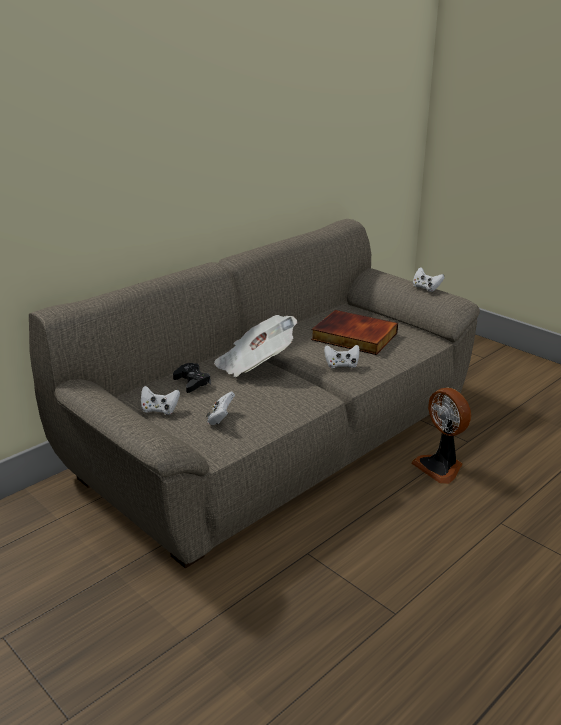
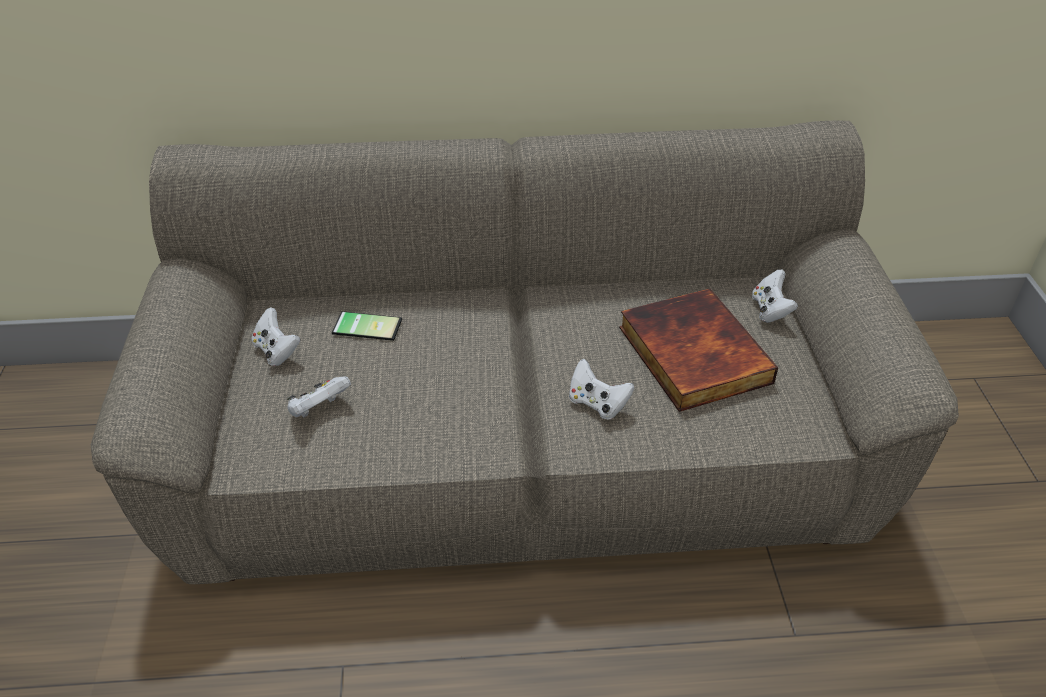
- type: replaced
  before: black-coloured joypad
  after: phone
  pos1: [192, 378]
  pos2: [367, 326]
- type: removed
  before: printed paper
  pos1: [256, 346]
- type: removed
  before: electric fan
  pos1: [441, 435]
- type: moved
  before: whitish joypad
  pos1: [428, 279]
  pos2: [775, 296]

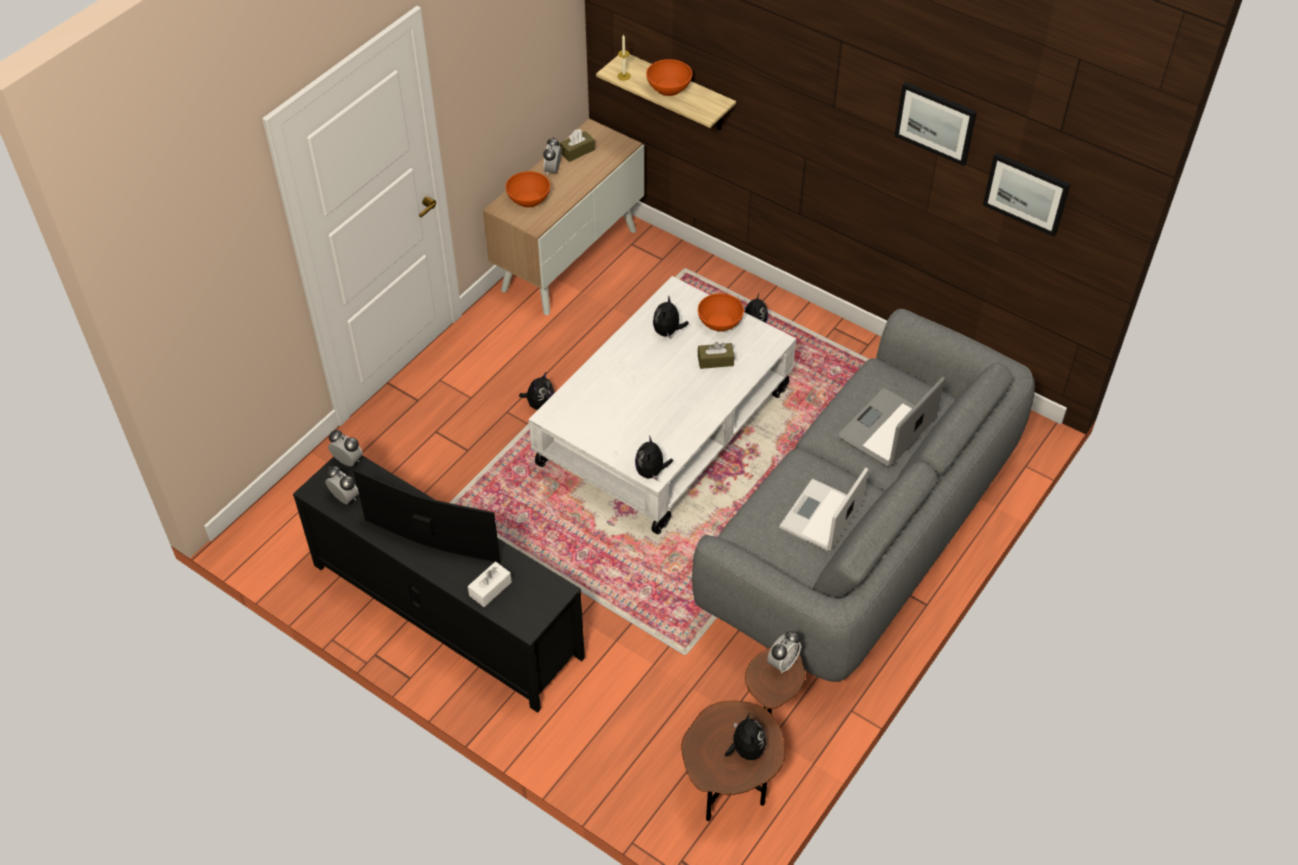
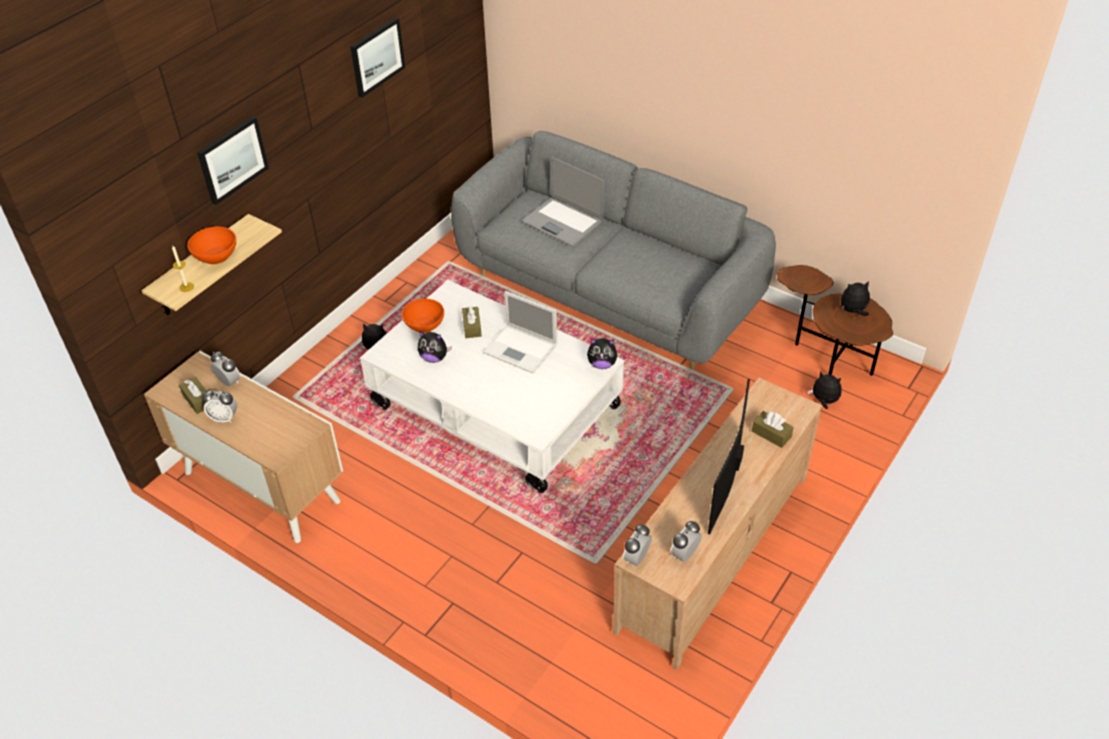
- type: recoloured
  before: black-coloured tv unit
  after: sand-coloured tv unit
  pos1: [439, 584]
  pos2: [717, 524]
- type: recoloured
  before: whitish box of tissues
  after: brown-coloured box of tissues
  pos1: [490, 584]
  pos2: [773, 429]
- type: removed
  before: orangey serving bowl
  pos1: [527, 189]
- type: moved
  before: cuddly toy
  pos1: [536, 391]
  pos2: [824, 390]
- type: moved
  before: bedside clock
  pos1: [784, 652]
  pos2: [225, 369]
- type: moved
  before: laptop
  pos1: [824, 509]
  pos2: [520, 332]
- type: moved
  before: wall picture
  pos1: [1026, 194]
  pos2: [233, 160]

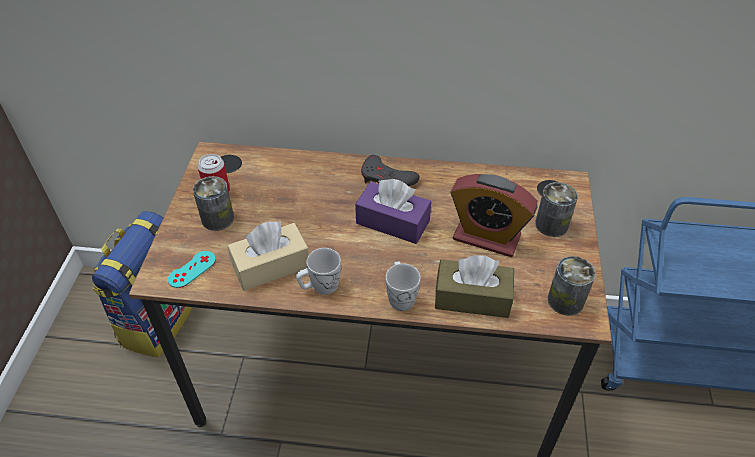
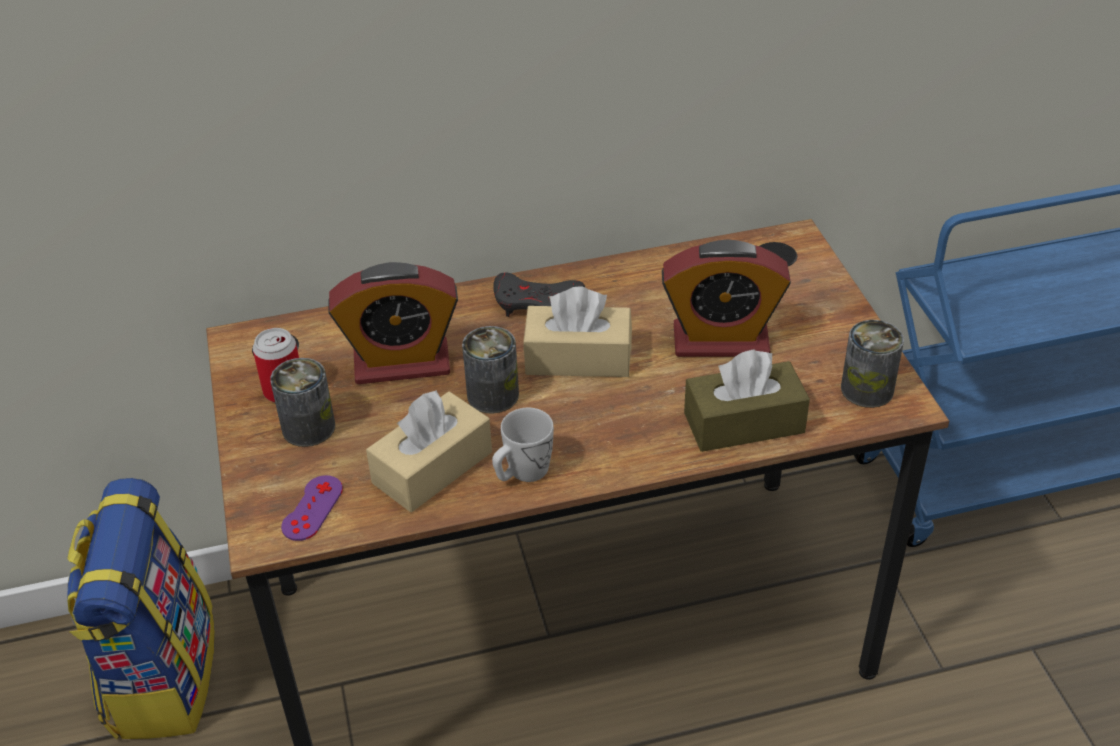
- type: recoloured
  before: turquoise joypad
  after: purplish joypad
  pos1: [192, 269]
  pos2: [312, 508]
- type: recoloured
  before: purplish box of tissues
  after: sand-coloured box of tissues
  pos1: [393, 211]
  pos2: [577, 331]
- type: removed
  before: whitish tea mug
  pos1: [403, 286]
- type: moved
  before: metal can
  pos1: [556, 209]
  pos2: [490, 370]
- type: added
  after: bedside clock
  pos2: [393, 323]

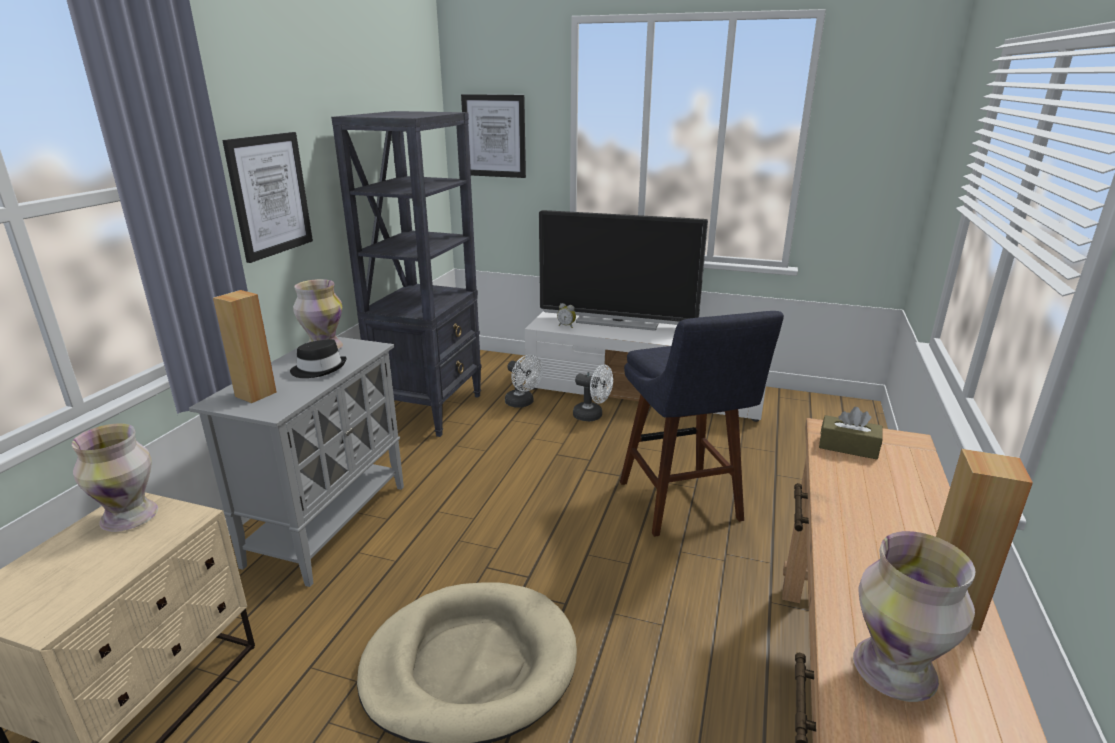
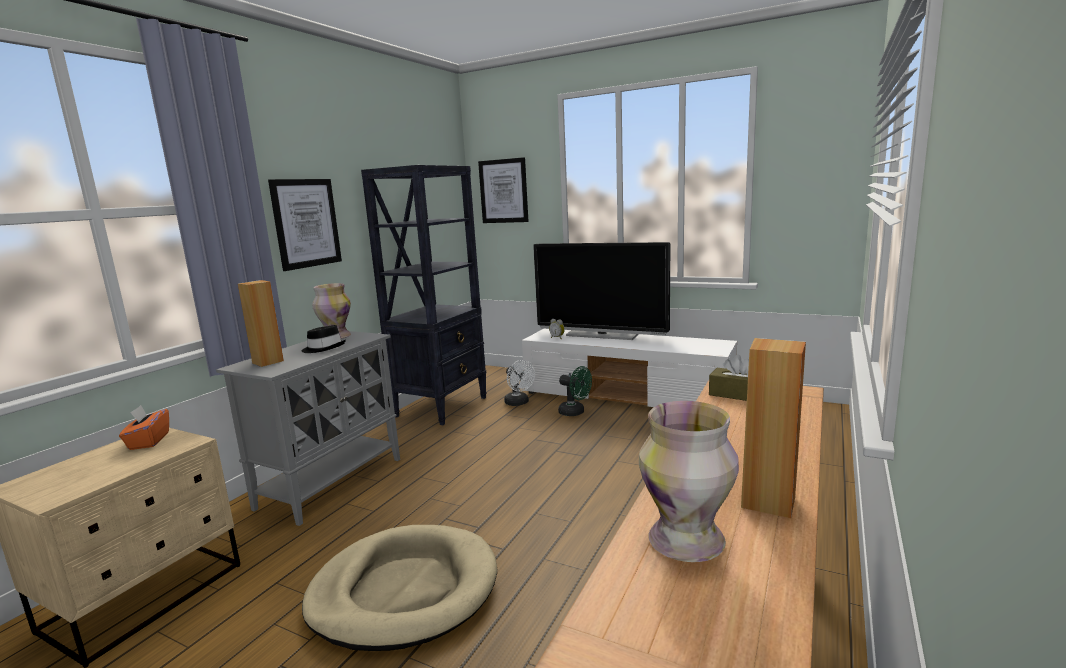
- type: replaced
  before: decorative vase
  after: orangey box of tissues
  pos1: [115, 477]
  pos2: [144, 427]
- type: recoloured
  before: whitish electric fan
  after: green-coloured electric fan
  pos1: [593, 392]
  pos2: [575, 391]
- type: removed
  before: bluish stool
  pos1: [702, 424]

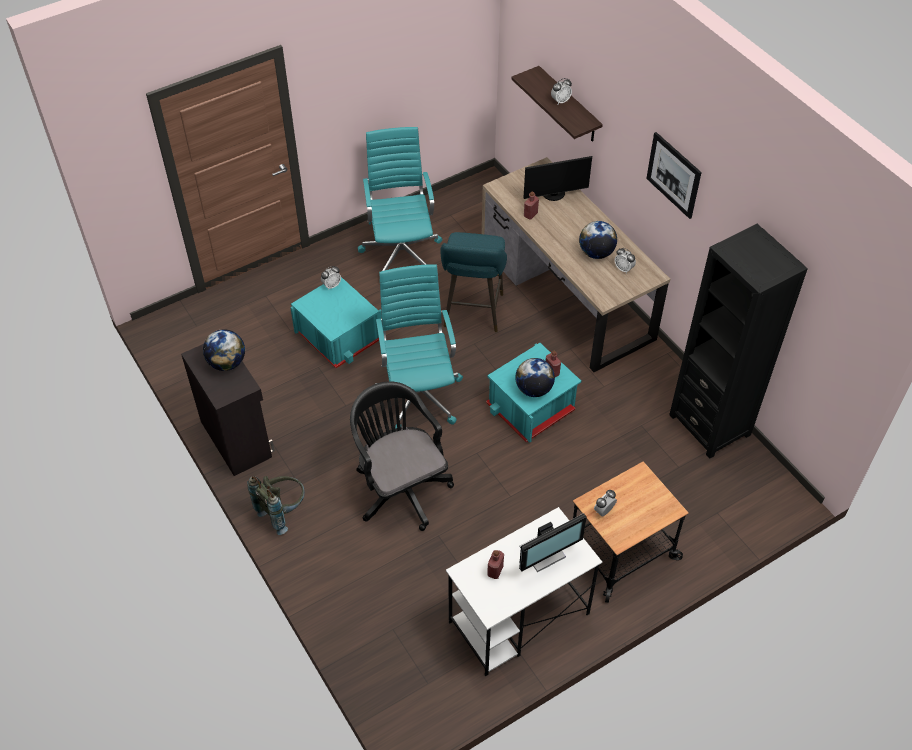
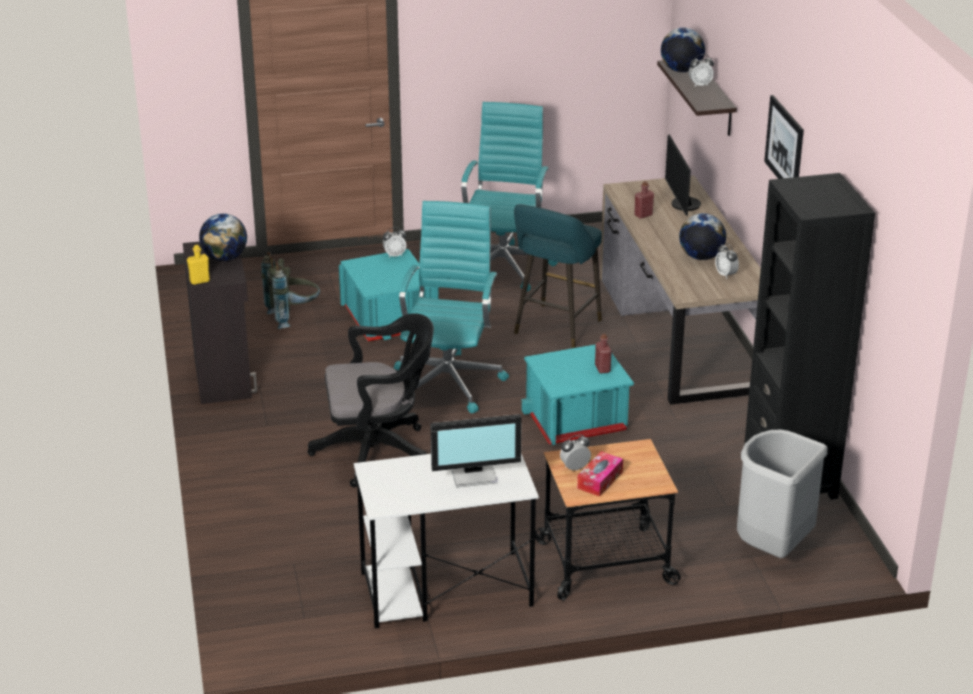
- type: moved
  before: greyish backpack
  pos1: [276, 505]
  pos2: [290, 290]
- type: turned
  before: black-coloured desk chair
  pos1: [402, 456]
  pos2: [370, 400]
  turn: 90
- type: removed
  before: reddish bottle
  pos1: [495, 564]
- type: moved
  before: world globe
  pos1: [535, 377]
  pos2: [683, 49]
- type: turned
  before: monitor
  pos1: [557, 178]
  pos2: [683, 175]
  turn: 75
- type: added
  after: yellow-coloured bottle
  pos2: [198, 265]
- type: added
  after: box of tissues
  pos2: [600, 474]
- type: added
  after: greyish waste bin
  pos2: [782, 493]

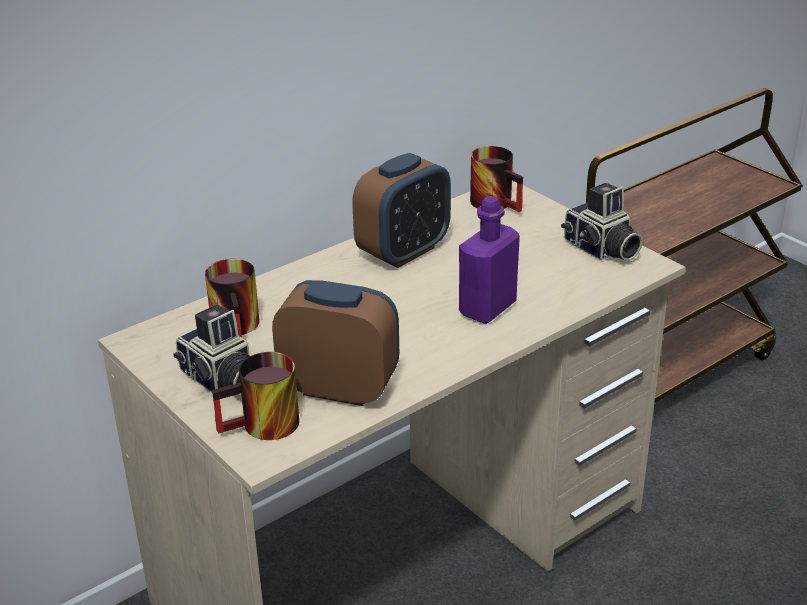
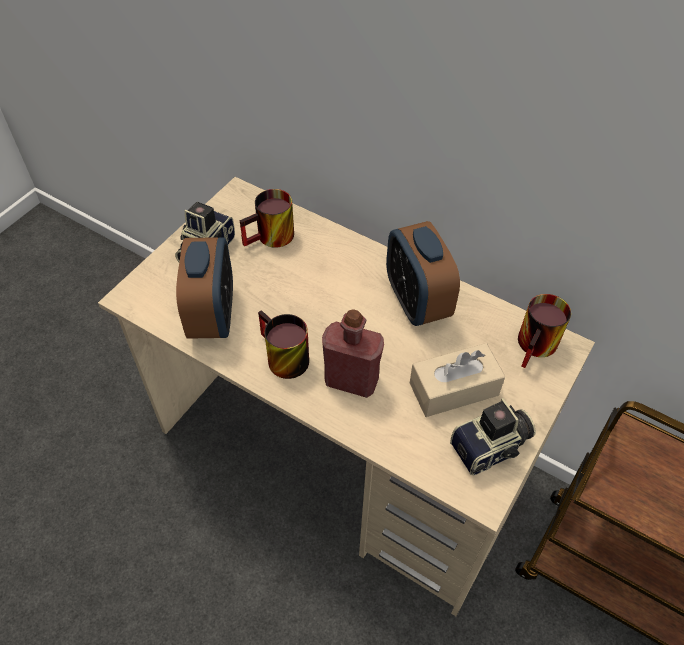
- type: moved
  before: tea mug
  pos1: [255, 396]
  pos2: [283, 344]
- type: turned
  before: bedside clock
  pos1: [401, 210]
  pos2: [423, 273]
  turn: 45
- type: recoloured
  before: purplish bottle
  after: reddish bottle
  pos1: [489, 260]
  pos2: [353, 353]
- type: turned
  before: photo camera
  pos1: [602, 222]
  pos2: [493, 437]
  turn: -150
- type: added
  after: sand-coloured box of tissues
  pos2: [457, 380]

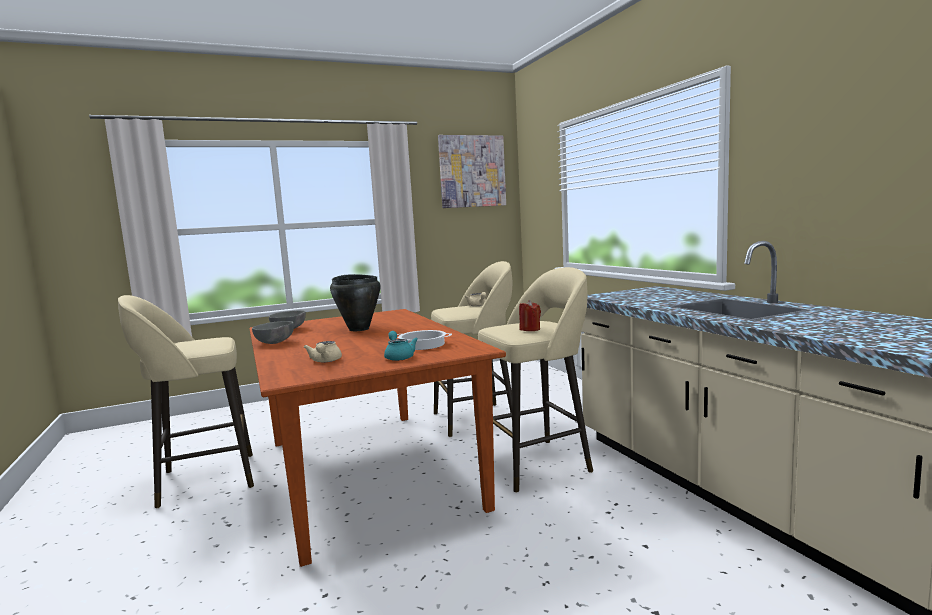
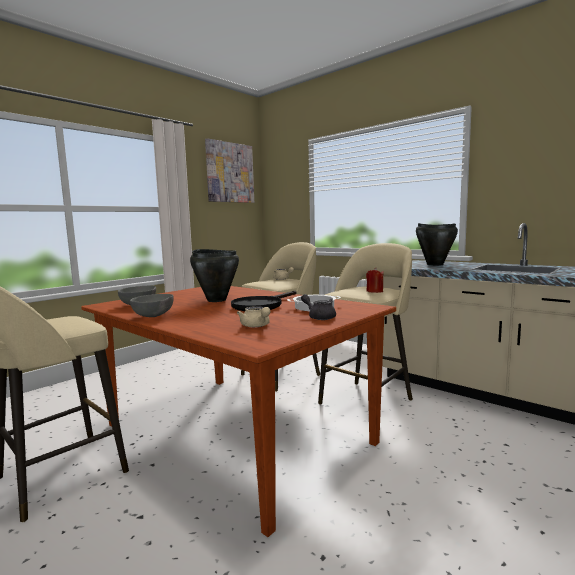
- type: recoloured
  before: turquoise pot for tea
  after: greyish pot for tea
  pos1: [401, 346]
  pos2: [318, 307]
- type: added
  after: black-coloured skillet
  pos2: [264, 301]
- type: added
  after: black-coloured stockpot
  pos2: [437, 244]

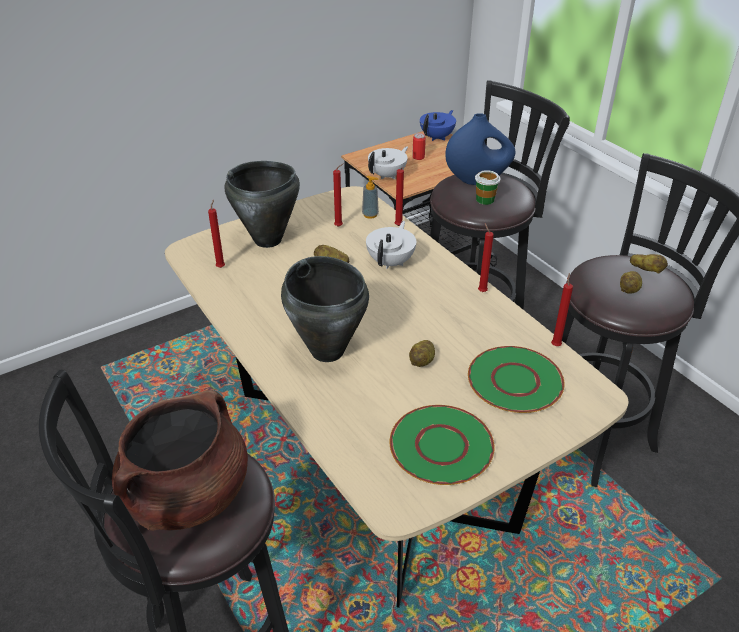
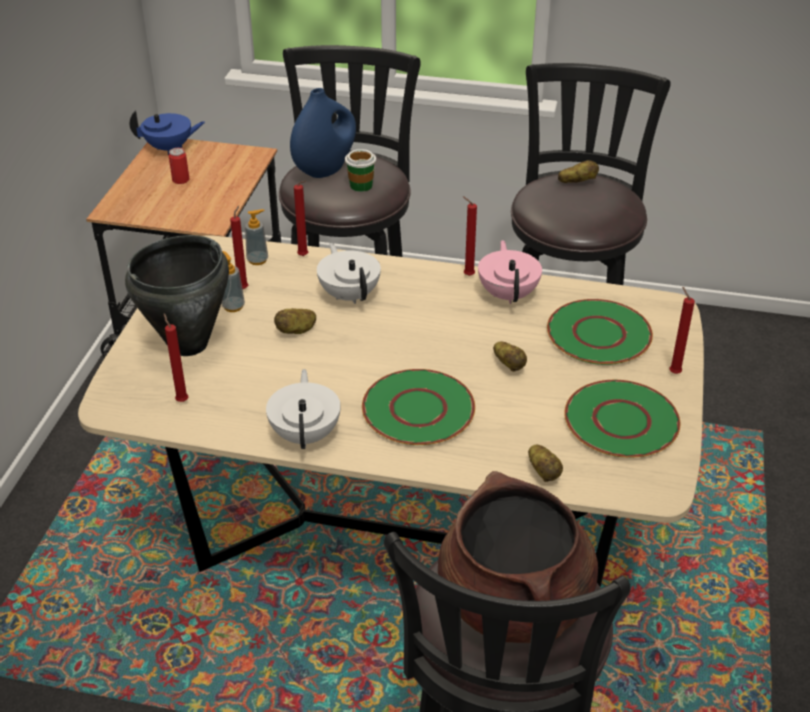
- type: replaced
  before: black-coloured stockpot
  after: green-coloured plate
  pos1: [325, 309]
  pos2: [418, 407]
- type: moved
  before: whitish pot for tea
  pos1: [388, 163]
  pos2: [303, 409]
- type: turned
  before: bluish pot for tea
  pos1: [438, 125]
  pos2: [167, 133]
  turn: 90
- type: moved
  before: reddish wax light
  pos1: [562, 309]
  pos2: [682, 330]
- type: moved
  before: whole potato
  pos1: [631, 282]
  pos2: [545, 463]
- type: added
  after: soap bottle
  pos2: [233, 281]
- type: added
  after: pinkish pot for tea
  pos2: [510, 272]

